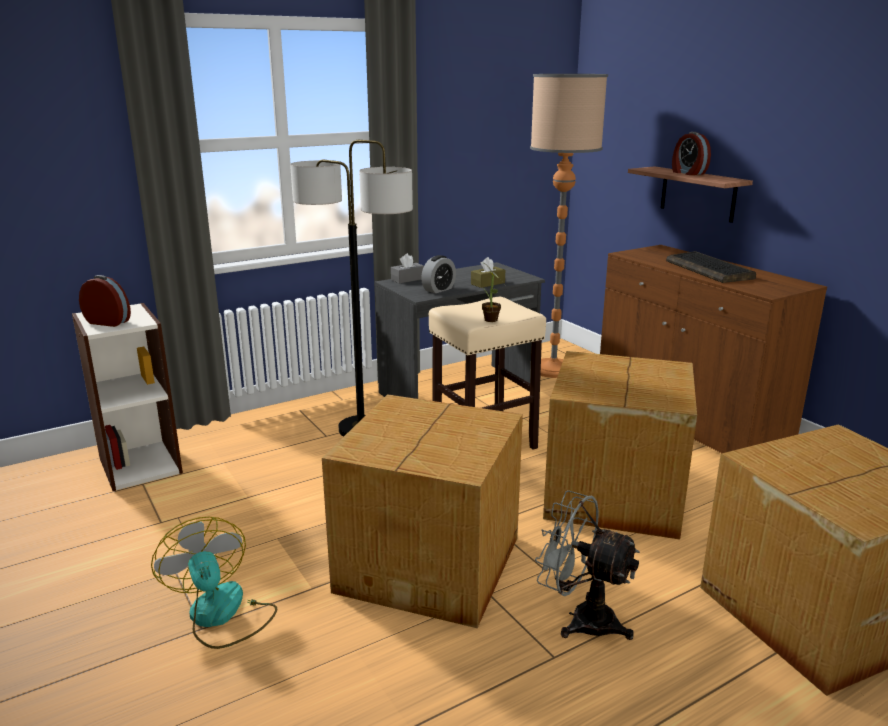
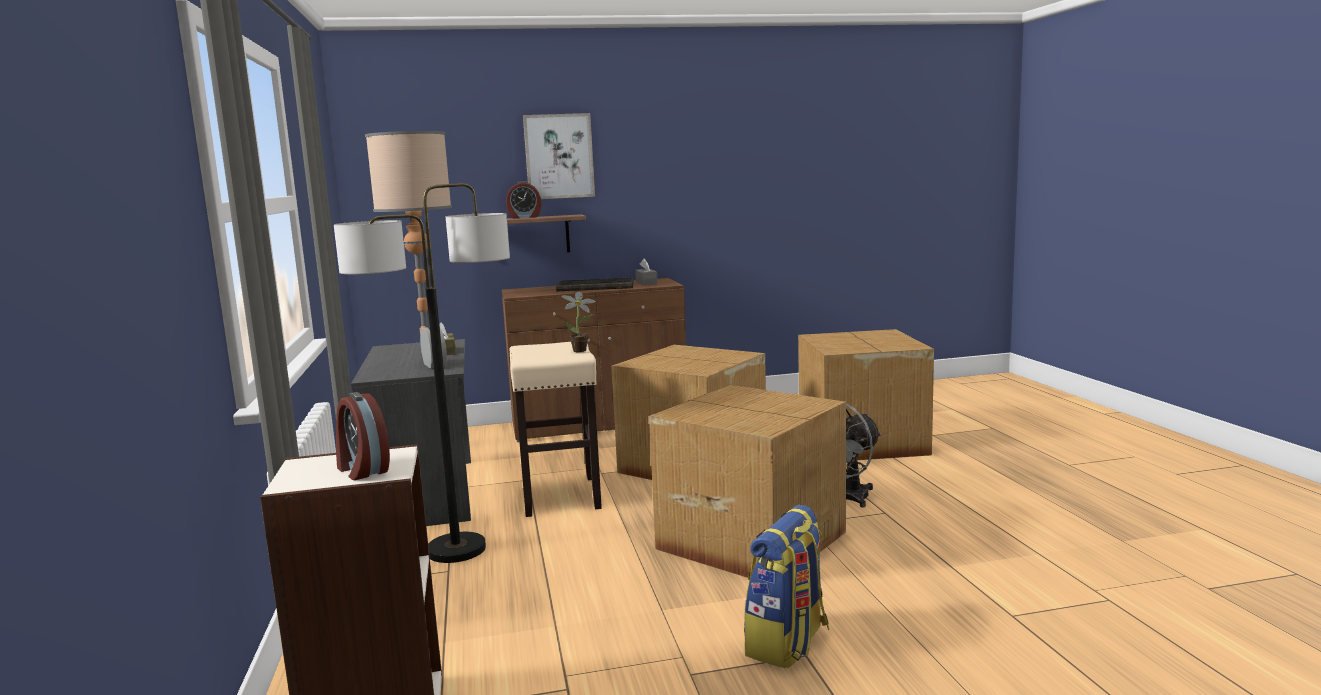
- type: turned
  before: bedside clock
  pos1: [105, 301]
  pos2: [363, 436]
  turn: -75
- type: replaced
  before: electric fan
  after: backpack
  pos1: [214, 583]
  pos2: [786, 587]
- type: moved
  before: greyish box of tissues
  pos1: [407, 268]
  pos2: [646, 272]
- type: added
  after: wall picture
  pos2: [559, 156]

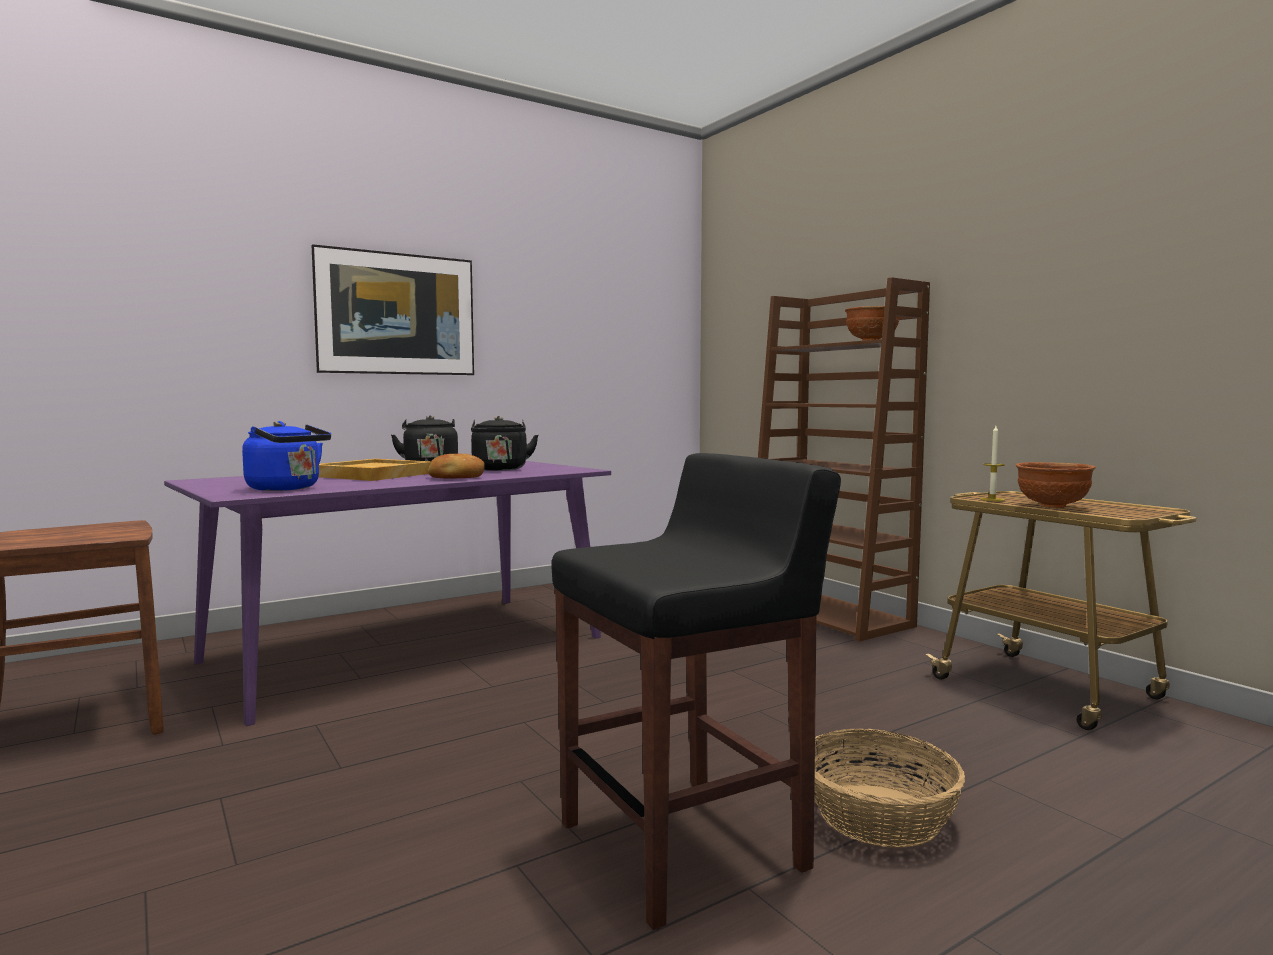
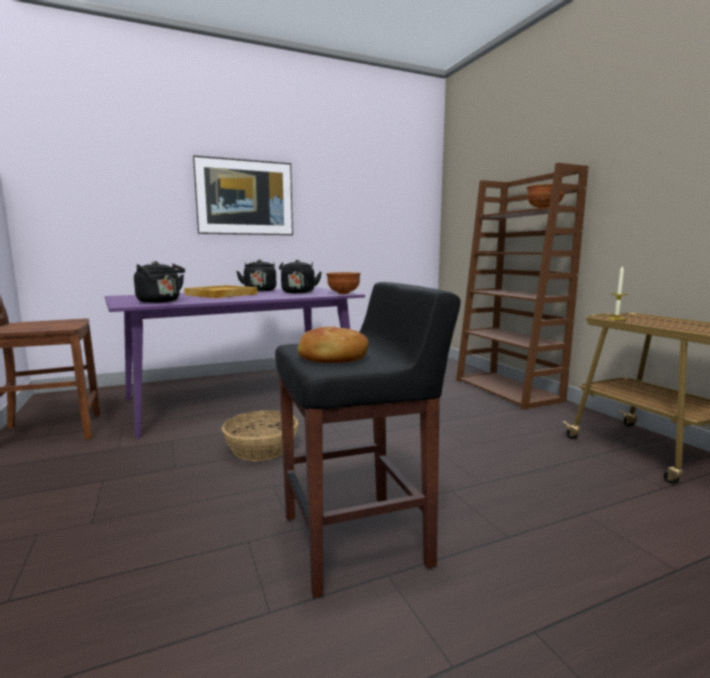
- type: recoloured
  before: bluish water kettle
  after: black-coloured water kettle
  pos1: [286, 456]
  pos2: [159, 282]
- type: moved
  before: bread
  pos1: [456, 466]
  pos2: [333, 345]
- type: moved
  before: storage basket
  pos1: [889, 788]
  pos2: [260, 435]
- type: moved
  before: brown-coloured serving bowl
  pos1: [1056, 485]
  pos2: [343, 283]

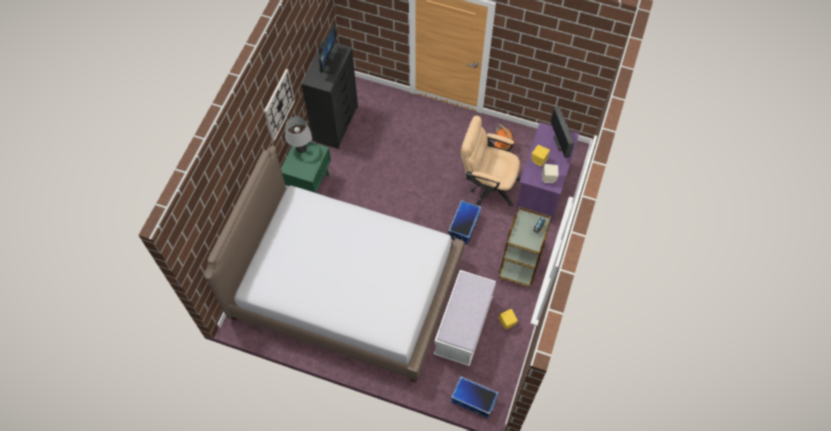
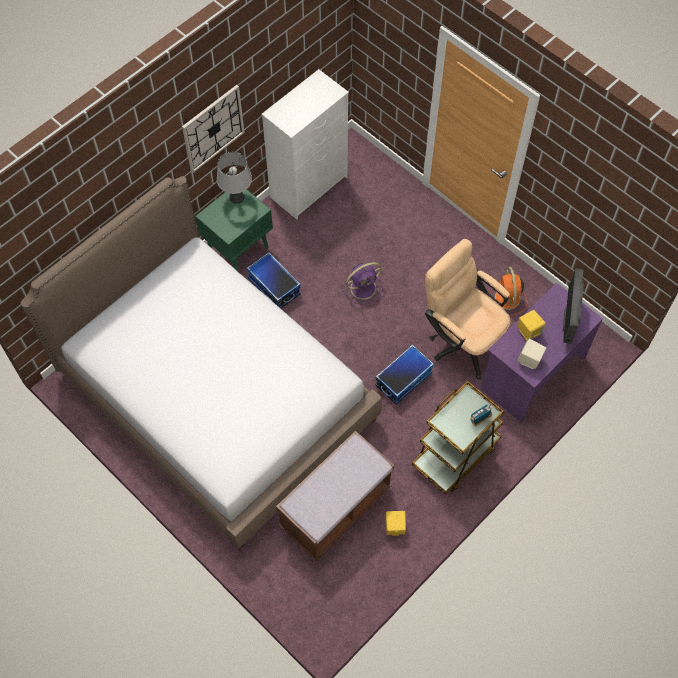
- type: recoloured
  before: black-coloured dresser
  after: whitish dresser
  pos1: [329, 94]
  pos2: [305, 144]
- type: removed
  before: monitor
  pos1: [330, 49]
- type: recoloured
  before: whitish bench
  after: brown-coloured bench
  pos1: [465, 318]
  pos2: [335, 496]
- type: moved
  before: storage container
  pos1: [474, 397]
  pos2: [274, 280]
- type: added
  after: purplish electric fan
  pos2: [363, 283]

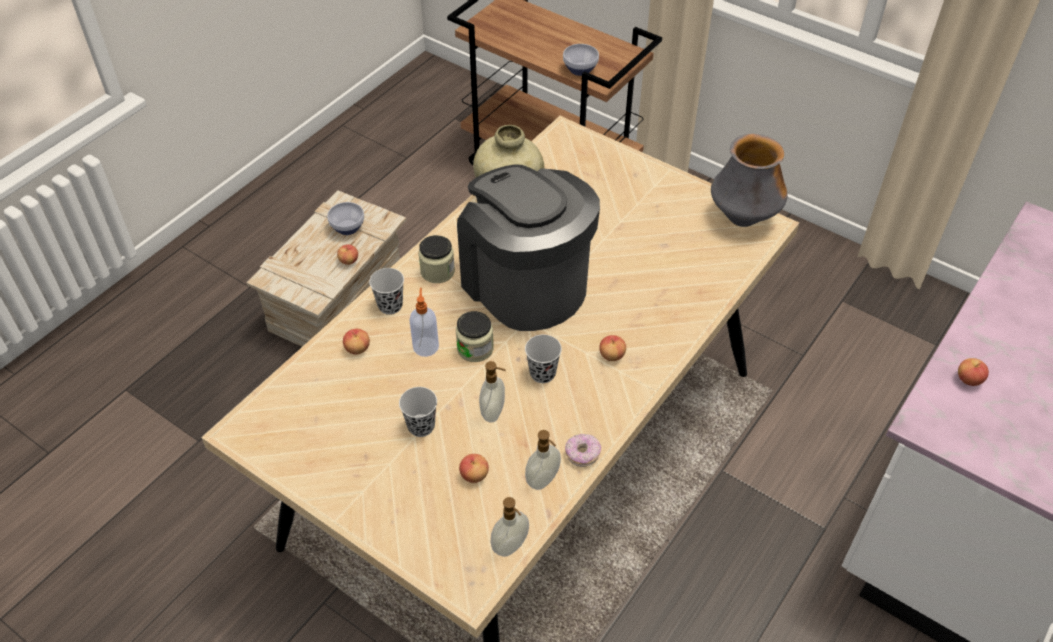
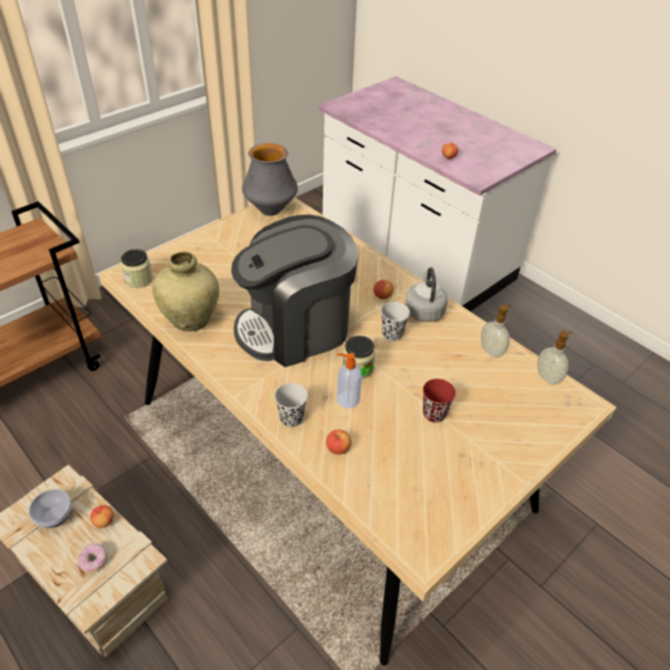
- type: recoloured
  before: black-coloured cup
  after: reddish cup
  pos1: [418, 412]
  pos2: [439, 401]
- type: moved
  before: jar
  pos1: [437, 259]
  pos2: [137, 268]
- type: removed
  before: apple fruit
  pos1: [474, 468]
- type: removed
  before: soap bottle
  pos1: [492, 392]
- type: removed
  before: serving bowl
  pos1: [581, 60]
- type: moved
  before: doughnut
  pos1: [583, 450]
  pos2: [93, 558]
- type: added
  after: greyish water kettle
  pos2: [426, 294]

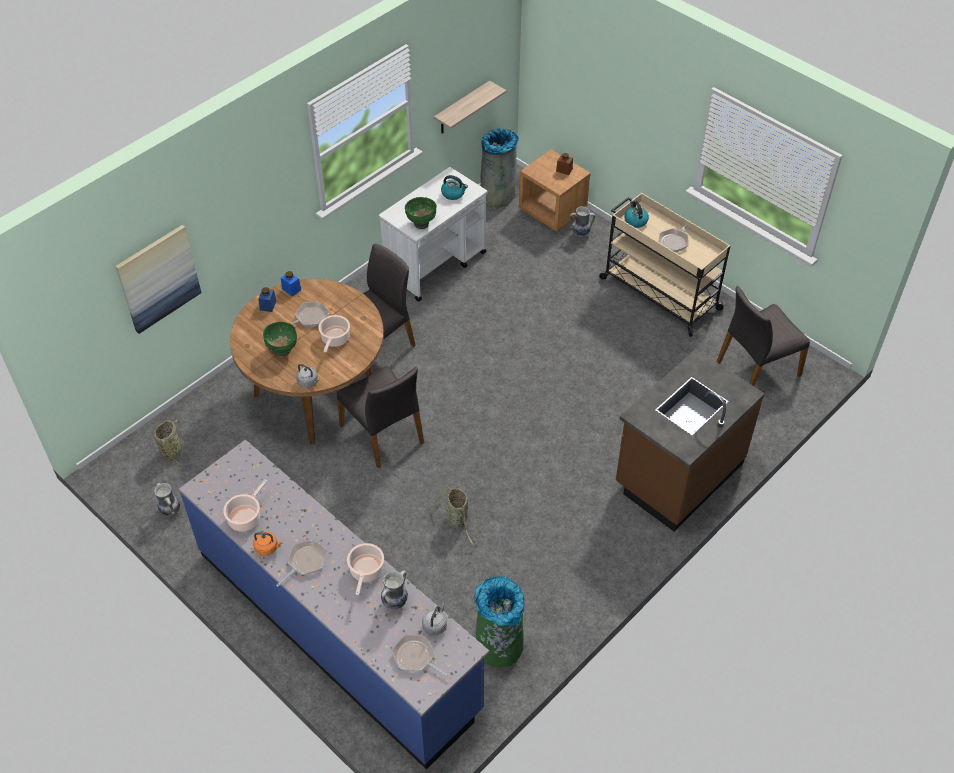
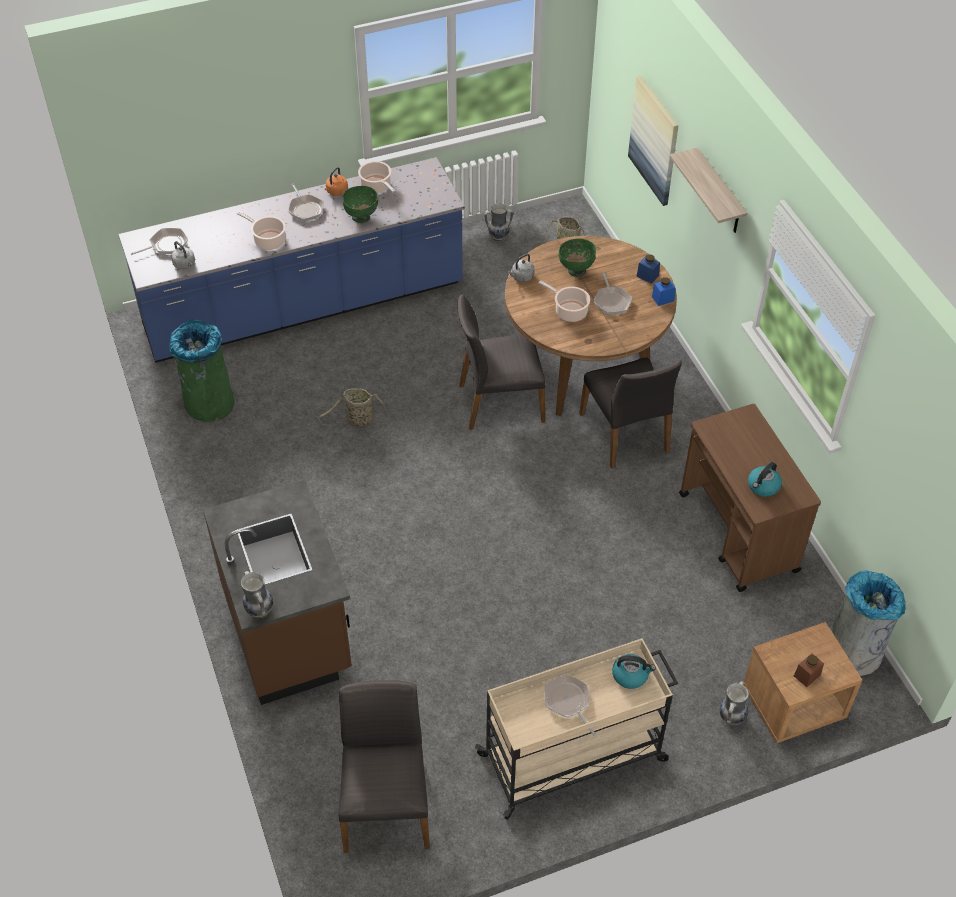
- type: recoloured
  before: whitish cart
  after: brown-coloured cart
  pos1: [433, 234]
  pos2: [750, 498]
- type: moved
  before: decorative vase
  pos1: [394, 590]
  pos2: [257, 594]
- type: moved
  before: green-coloured serving bowl
  pos1: [421, 213]
  pos2: [360, 204]
- type: moved
  before: shelf
  pos1: [470, 107]
  pos2: [709, 190]

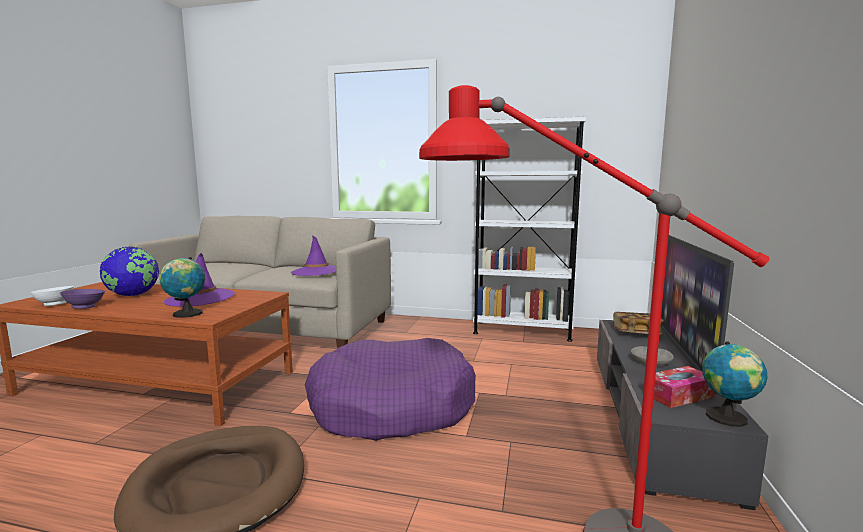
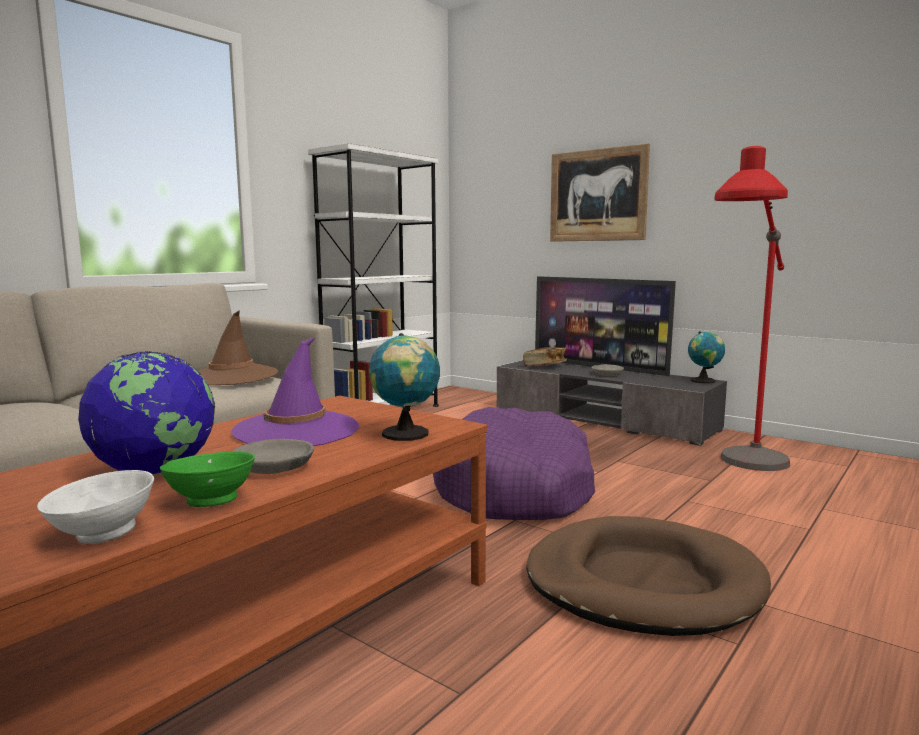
- type: recoloured
  before: purplish serving bowl
  after: green-coloured serving bowl
  pos1: [82, 299]
  pos2: [207, 479]
- type: recoloured
  before: purplish hat
  after: brown-coloured hat
  pos1: [313, 256]
  pos2: [238, 347]
- type: removed
  before: box of tissues
  pos1: [684, 387]
- type: added
  after: greyish serving bowl
  pos2: [273, 456]
- type: added
  after: wall picture
  pos2: [600, 192]

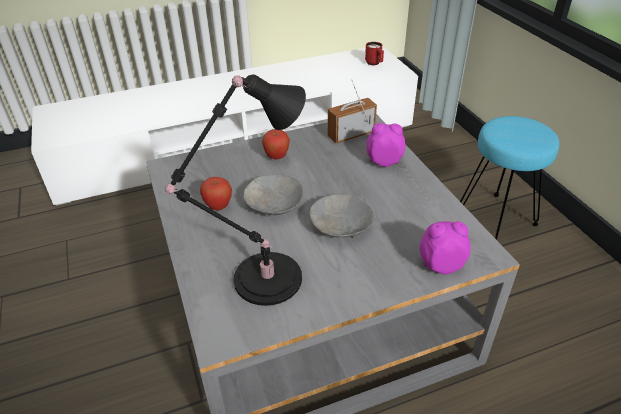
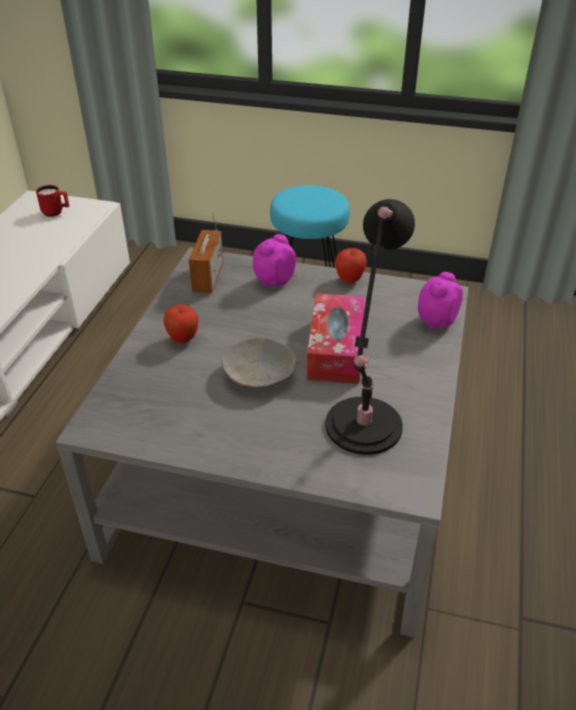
- type: moved
  before: apple fruit
  pos1: [216, 194]
  pos2: [351, 265]
- type: replaced
  before: greyish serving bowl
  after: box of tissues
  pos1: [341, 216]
  pos2: [336, 338]

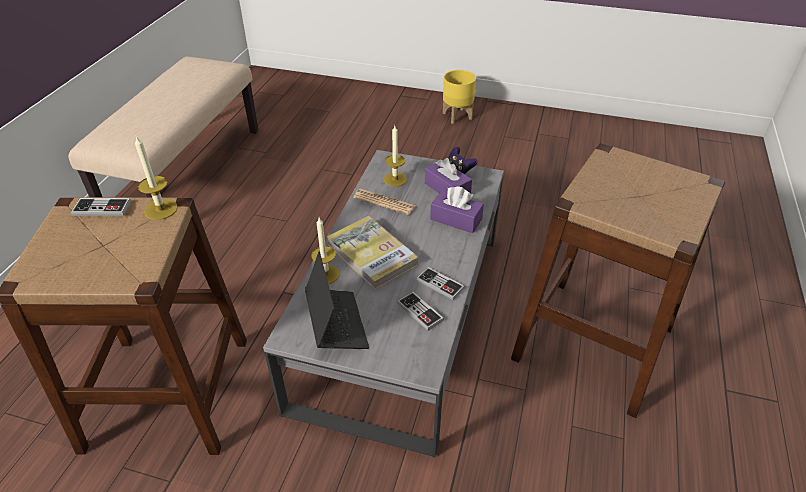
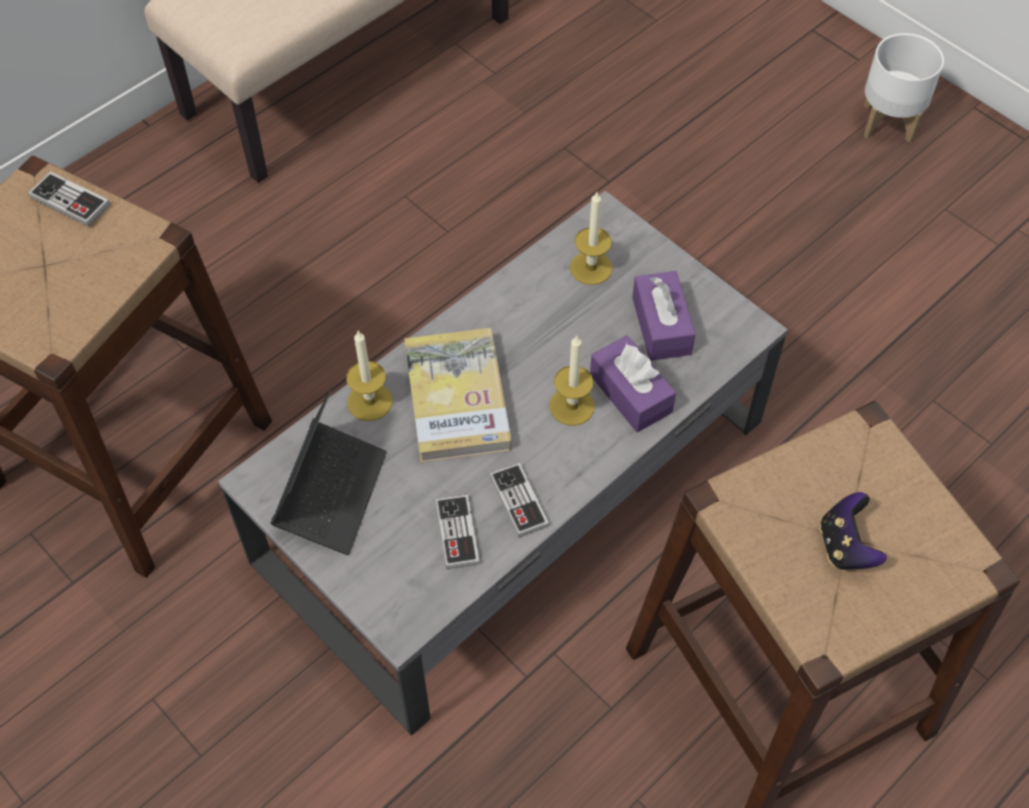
- type: moved
  before: wax light
  pos1: [156, 178]
  pos2: [572, 380]
- type: removed
  before: printed paper
  pos1: [384, 202]
- type: recoloured
  before: yellow-coloured planter
  after: whitish planter
  pos1: [459, 97]
  pos2: [904, 88]
- type: moved
  before: joypad
  pos1: [463, 160]
  pos2: [853, 531]

